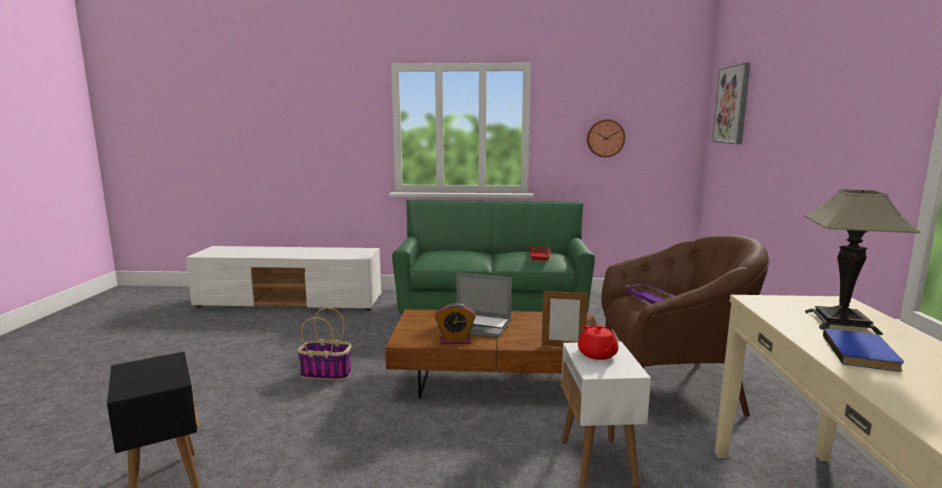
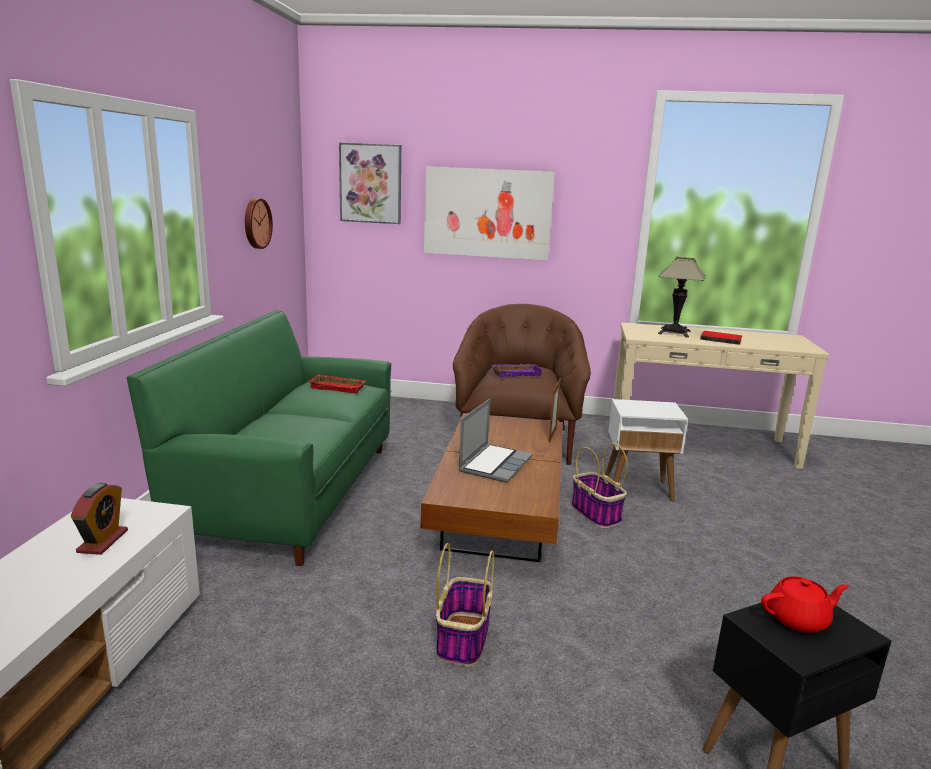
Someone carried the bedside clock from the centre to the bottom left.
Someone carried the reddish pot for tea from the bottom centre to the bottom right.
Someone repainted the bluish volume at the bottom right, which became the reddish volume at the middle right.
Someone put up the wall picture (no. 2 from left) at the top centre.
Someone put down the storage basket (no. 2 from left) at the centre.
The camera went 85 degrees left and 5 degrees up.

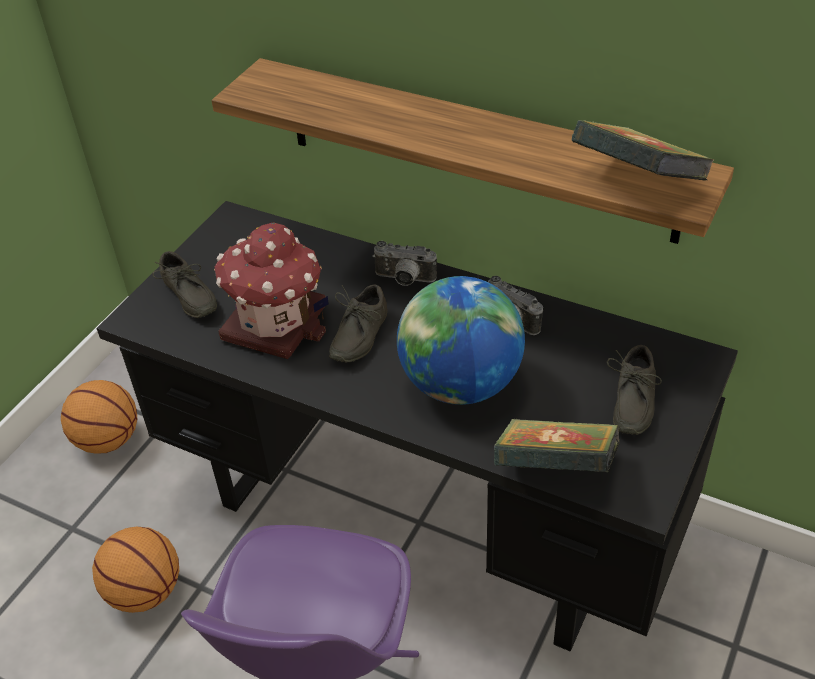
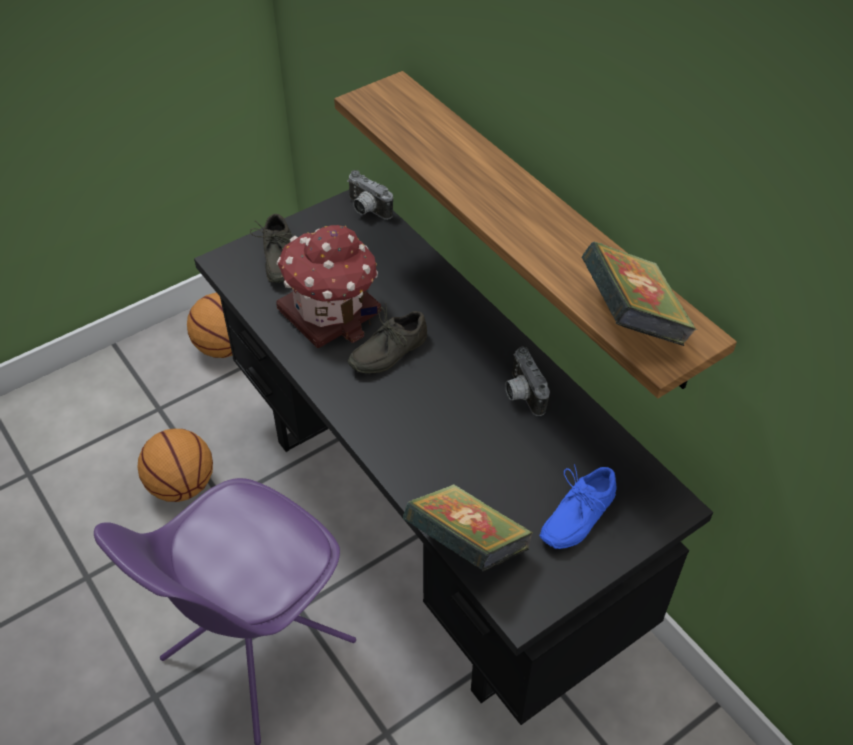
Someone carried the photo camera (no. 1 from left) from the centre to the top centre.
Someone took away the world globe at the centre.
Someone repainted the gray item of footwear (no. 3 from left) at the middle right, which became the bluish item of footwear at the bottom right.
The camera went 25 degrees right and 5 degrees up.

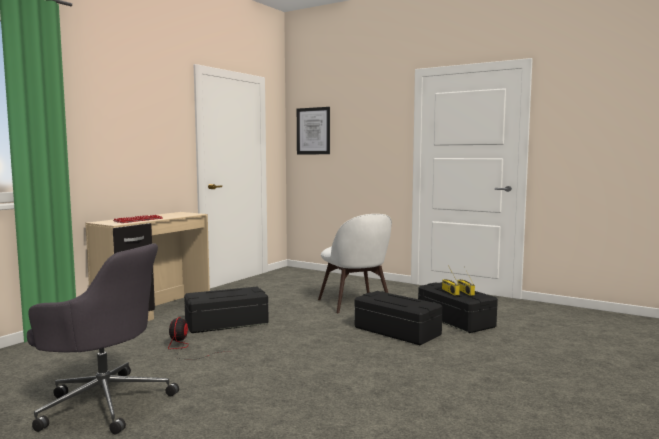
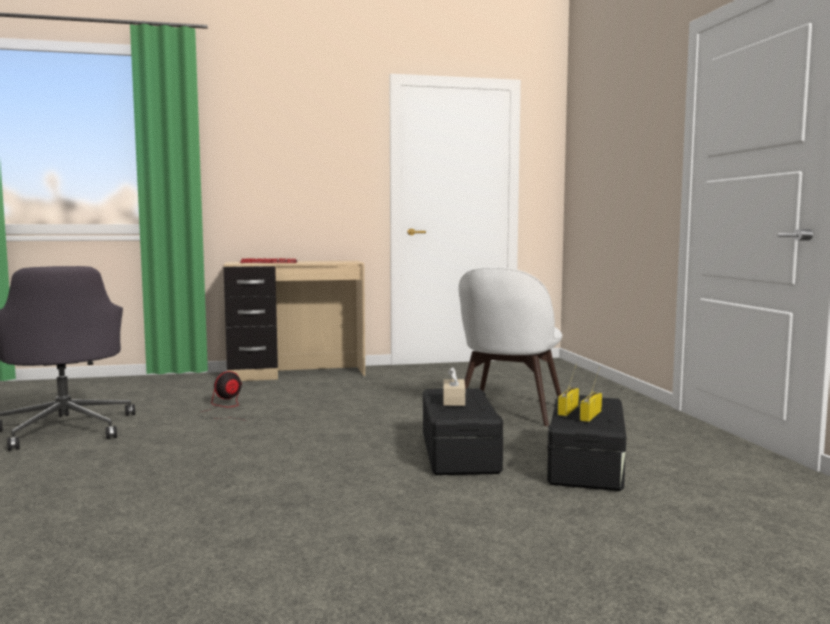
Someone took away the black storage bin (no. 1 from left) at the bottom centre.
Someone took away the wall picture at the top centre.
Someone put down the beige tissue box at the centre.
The camera went 45 degrees right and 0 degrees up.

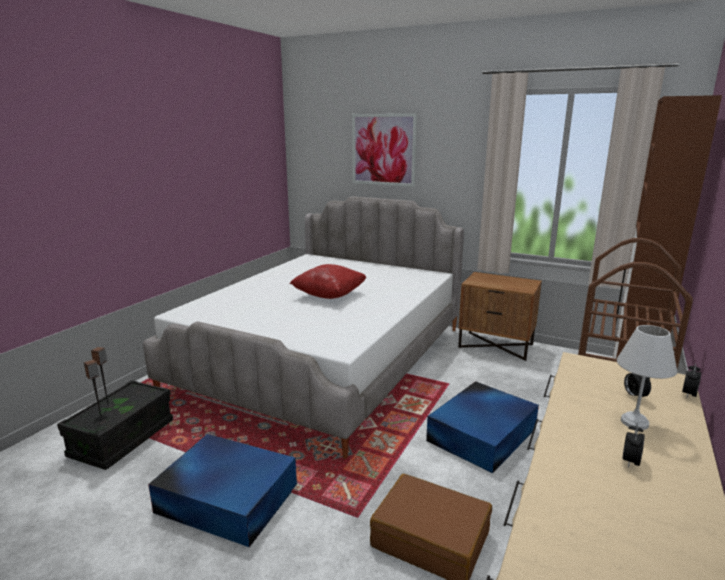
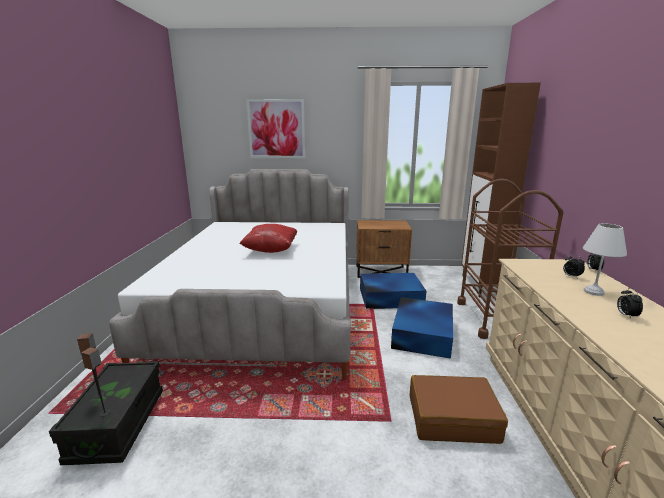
Someone carried the bluish storage bin (no. 1 from left) from the bottom left to the centre.
The camera went 25 degrees left and 0 degrees up.

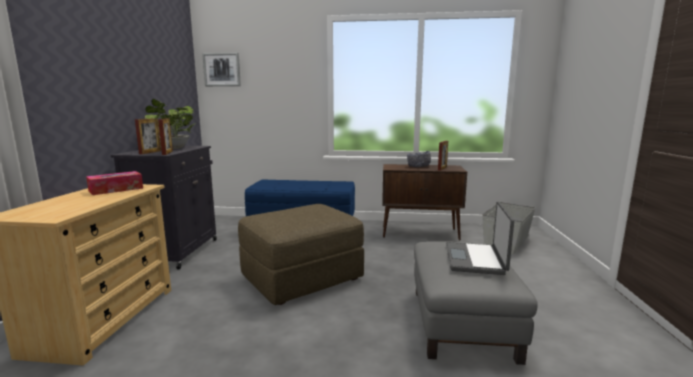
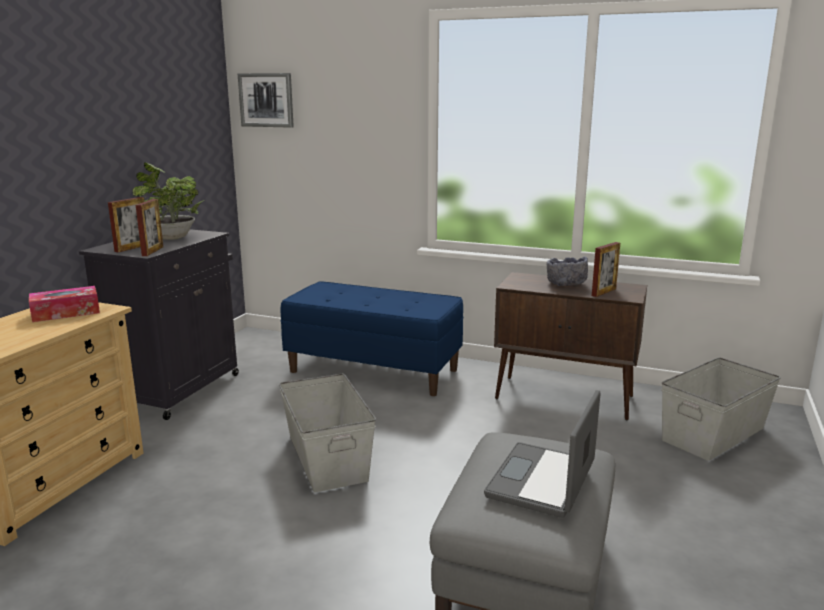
Someone swapped the brown-coloured pouffe at the bottom centre for the gray storage bin (no. 1 from left) at the bottom centre.
The camera went 15 degrees right and 5 degrees up.

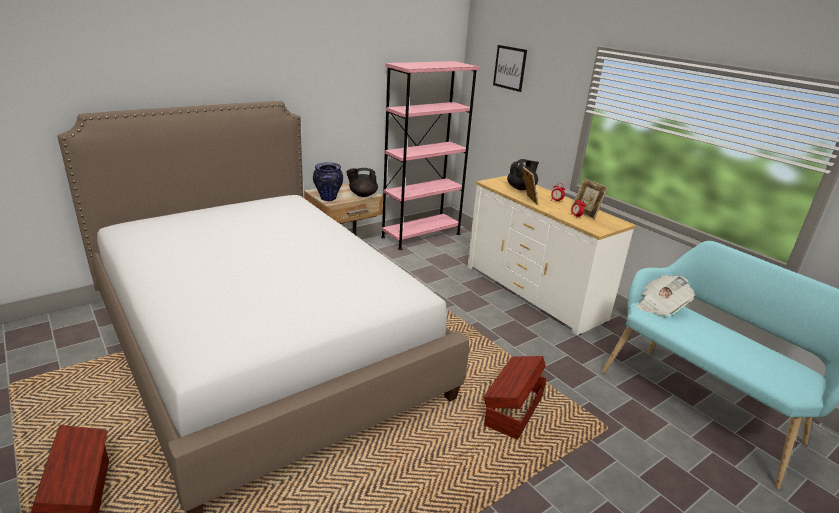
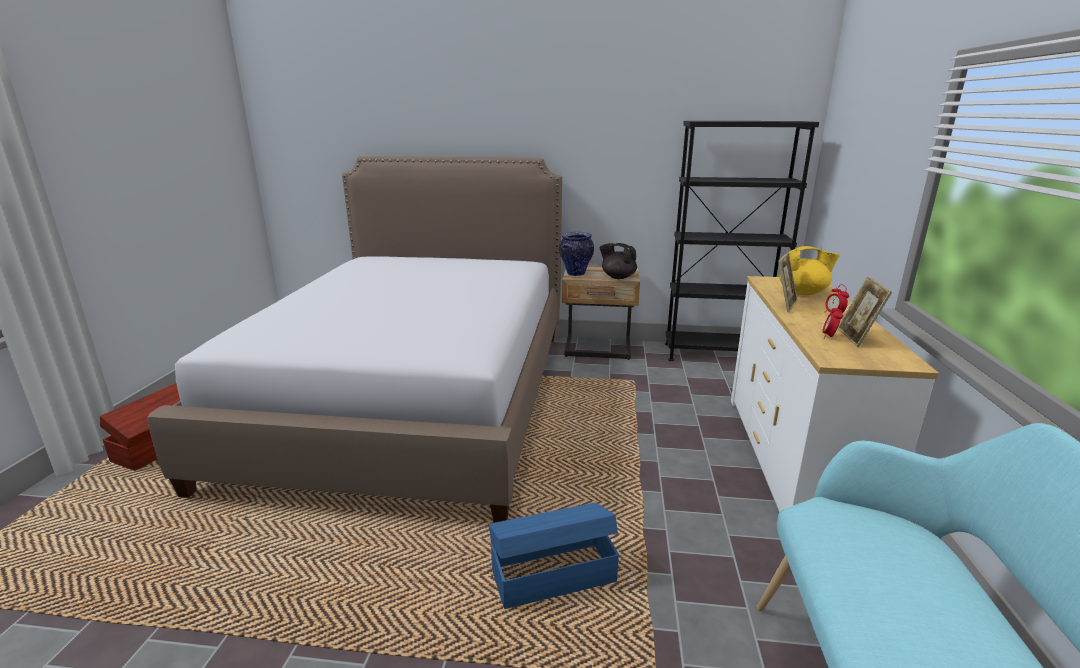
Someone repainted the pinkish shelving unit at the top centre, which became the black shelving unit at the middle right.
Someone repainted the brown-coloured storage bin (no. 2 from left) at the bottom centre, which became the bluish storage bin at the bottom centre.
Someone took away the wall picture at the top centre.
Someone repainted the black pot for tea (no. 2 from left) at the centre, which became the yellowish pot for tea at the middle right.
Someone took away the daily paper at the middle right.
The camera went 45 degrees right and 5 degrees down.

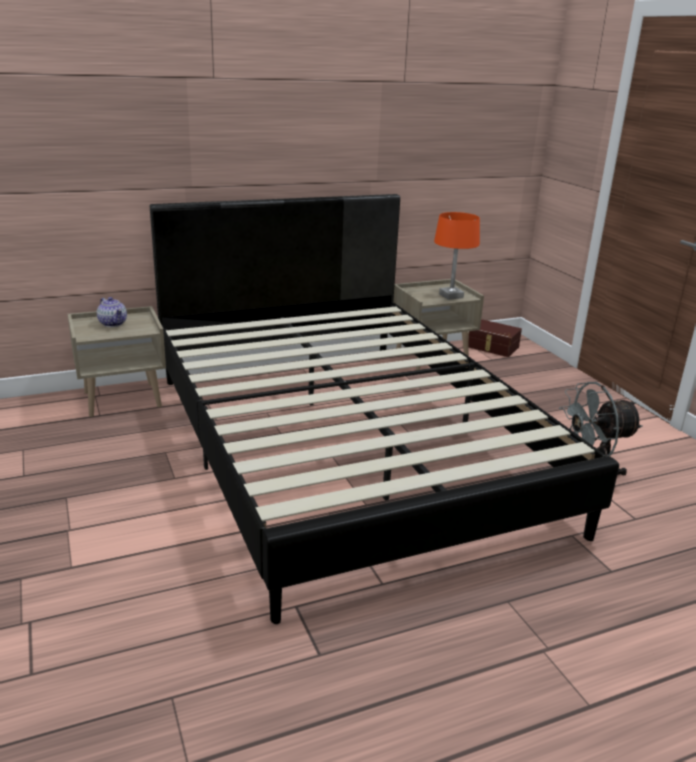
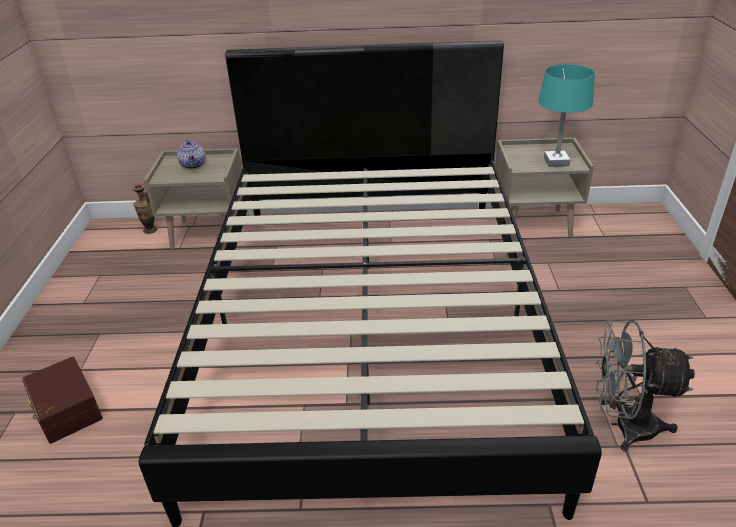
Someone repainted the orangey tabletop lamp at the centre, which became the turquoise-coloured tabletop lamp at the top right.
Someone carried the brown-coloured storage bin from the middle right to the bottom left.
Someone put down the vase at the middle left.
The camera went 25 degrees right and 10 degrees up.

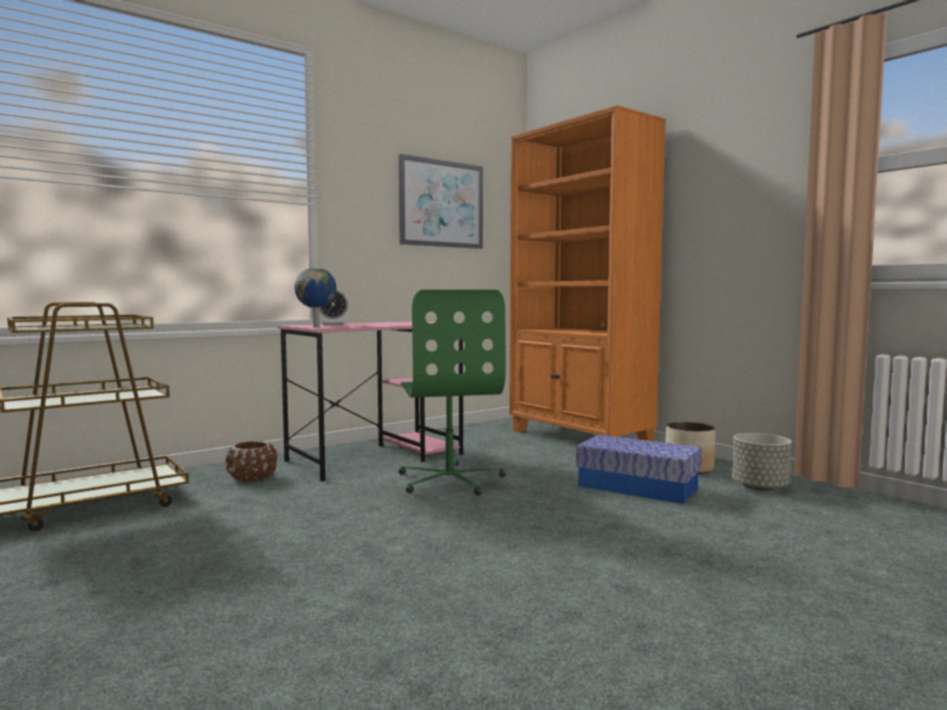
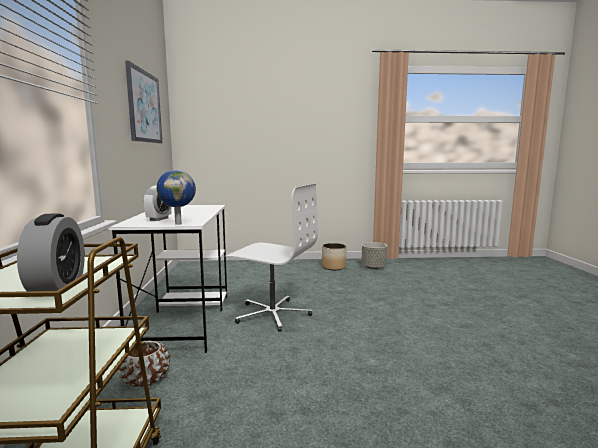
Someone repainted the pinkish desk at the centre, which became the white-coloured desk at the middle left.
Someone repainted the green-coloured office chair at the centre, which became the white-coloured office chair at the centre.
Someone took away the orangey shelving unit at the centre.
Someone took away the storage bin at the middle right.
Someone put down the bedside clock (no. 1 from left) at the middle left.
The camera went 55 degrees left and 5 degrees up.

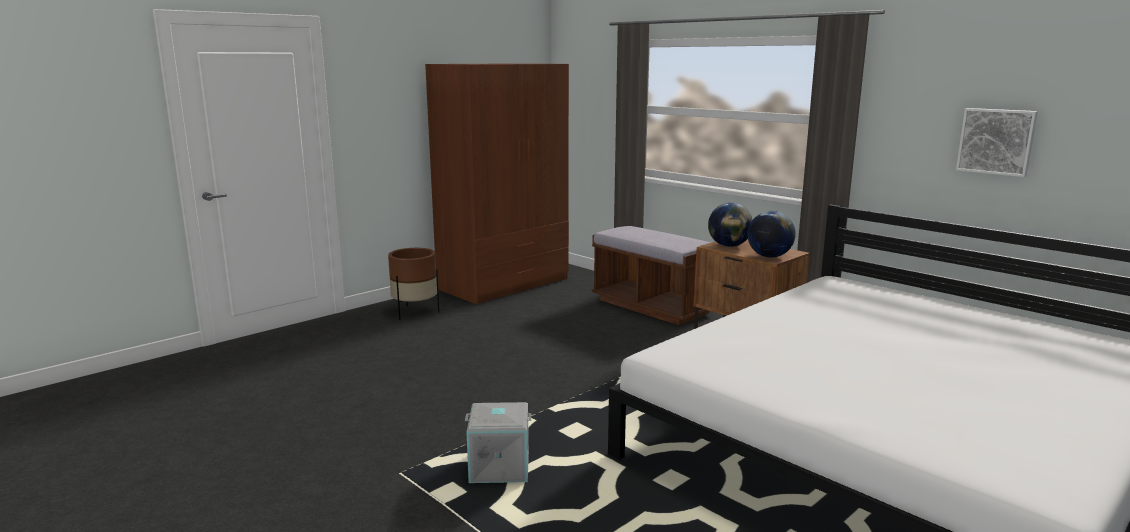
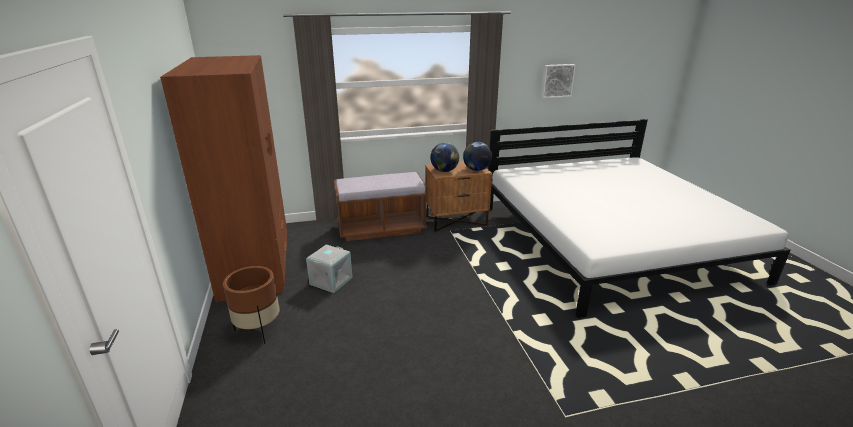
Someone carried the gray storage bin from the bottom centre to the centre.
The camera went 60 degrees left and 10 degrees up.

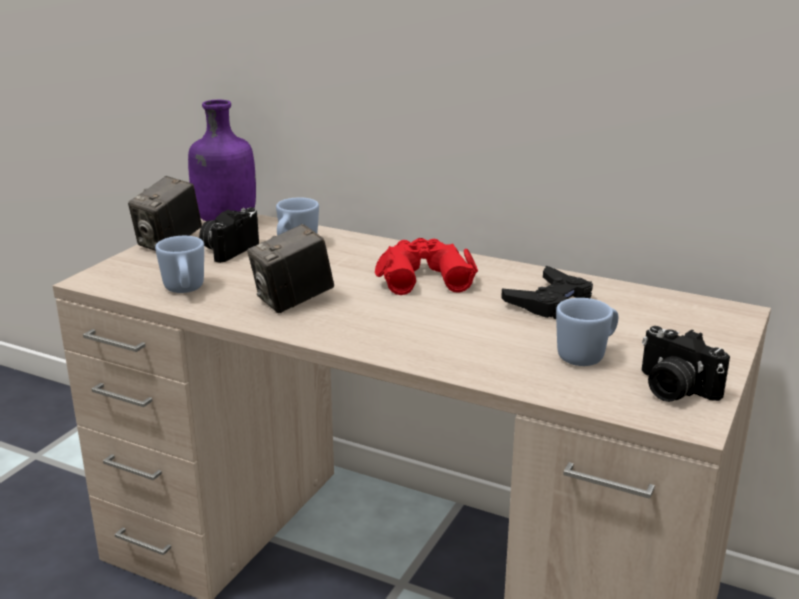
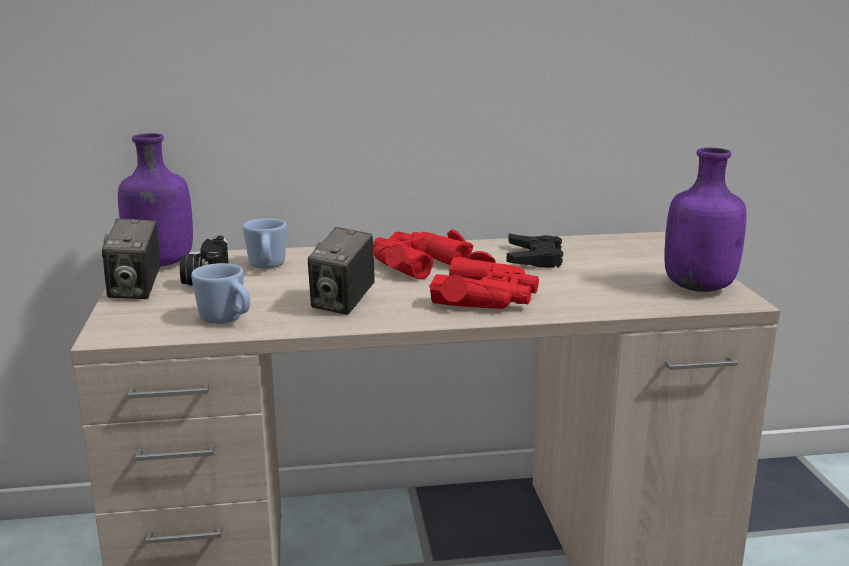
Someone took away the bluish coffee mug (no. 3 from left) at the middle right.
Someone swapped the photo camera (no. 4 from left) at the middle right for the purple beverage bottle (no. 2 from left) at the middle right.
Someone put down the reddish field glasses (no. 2 from left) at the centre.
The camera went 35 degrees left and 5 degrees down.

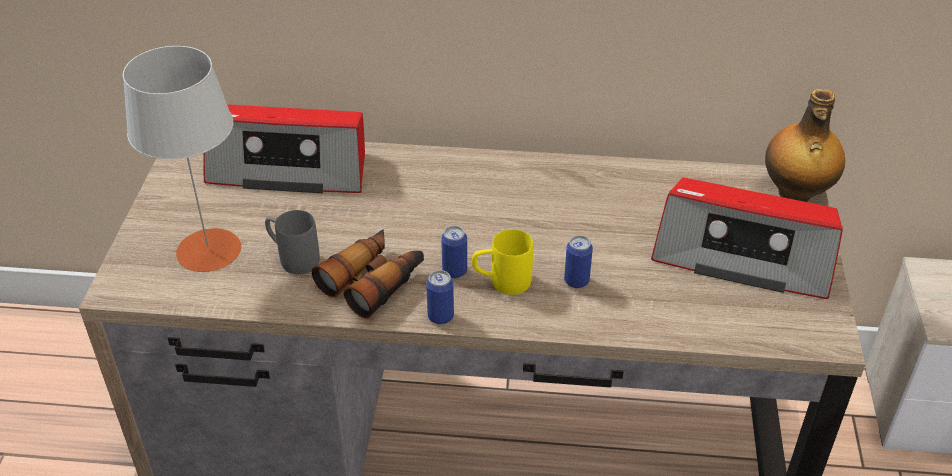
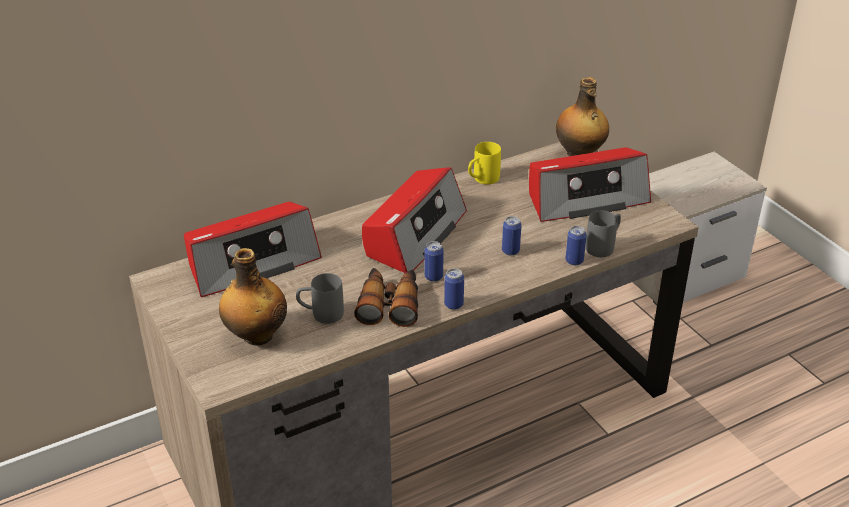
Someone swapped the gray tabletop lamp at the middle left for the beverage bottle (no. 1 from left) at the middle left.
Someone carried the yellowish coffee mug from the centre to the top centre.
Someone put down the radio (no. 2 from left) at the centre.
Someone put down the sealed can (no. 4 from left) at the middle right.
Someone put down the gray coffee mug (no. 2 from left) at the middle right.
The camera went 35 degrees left and 5 degrees down.

